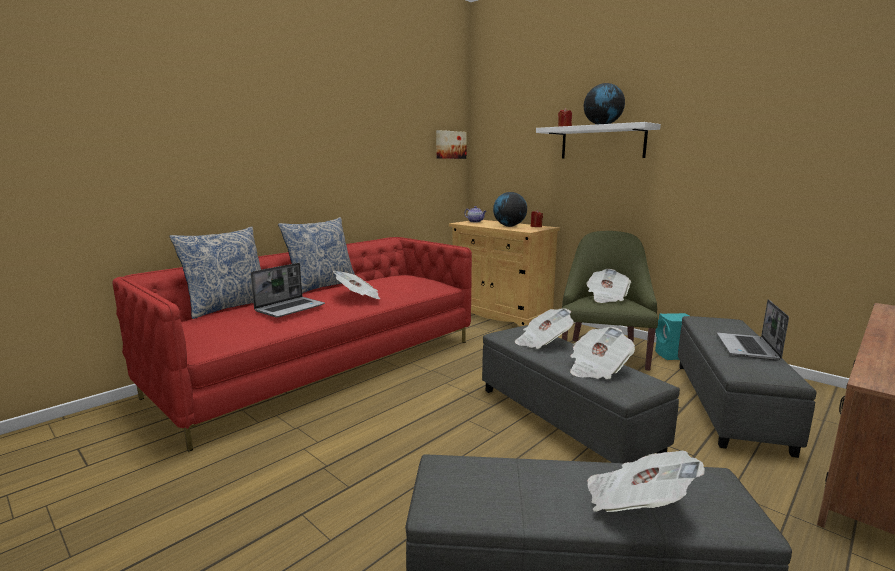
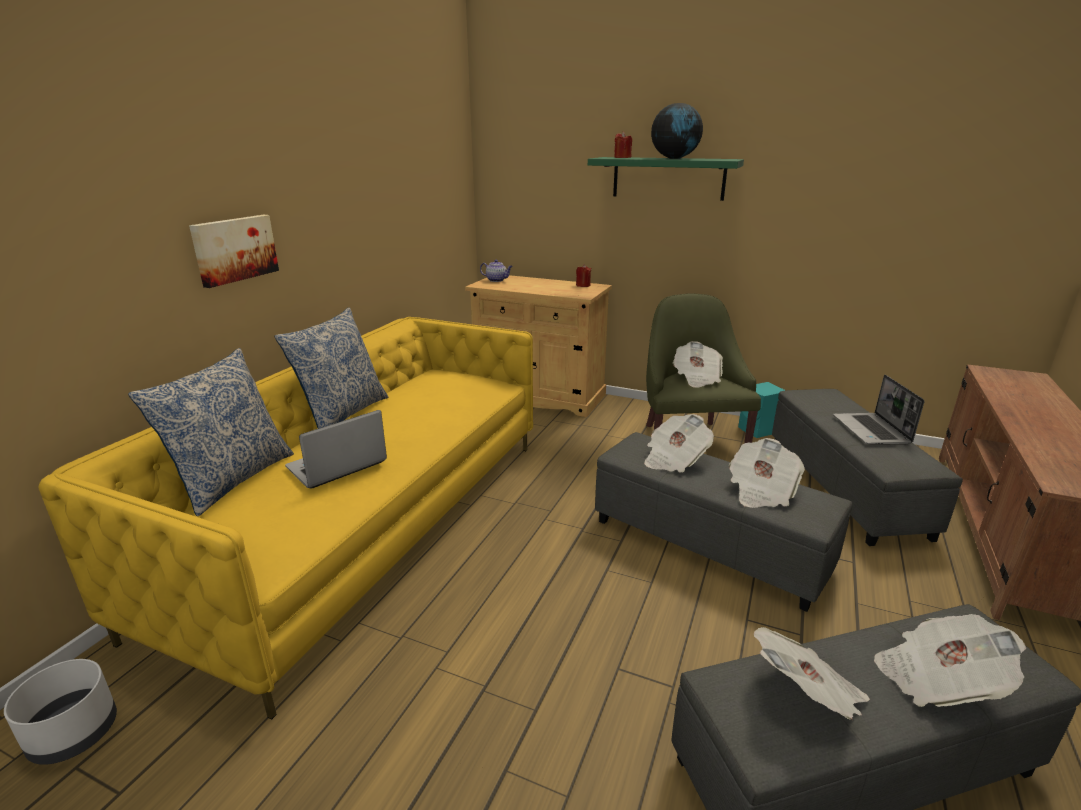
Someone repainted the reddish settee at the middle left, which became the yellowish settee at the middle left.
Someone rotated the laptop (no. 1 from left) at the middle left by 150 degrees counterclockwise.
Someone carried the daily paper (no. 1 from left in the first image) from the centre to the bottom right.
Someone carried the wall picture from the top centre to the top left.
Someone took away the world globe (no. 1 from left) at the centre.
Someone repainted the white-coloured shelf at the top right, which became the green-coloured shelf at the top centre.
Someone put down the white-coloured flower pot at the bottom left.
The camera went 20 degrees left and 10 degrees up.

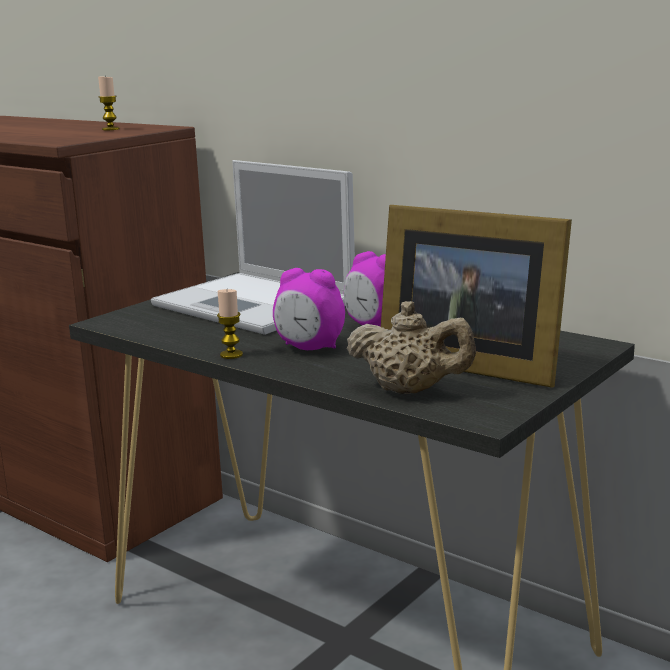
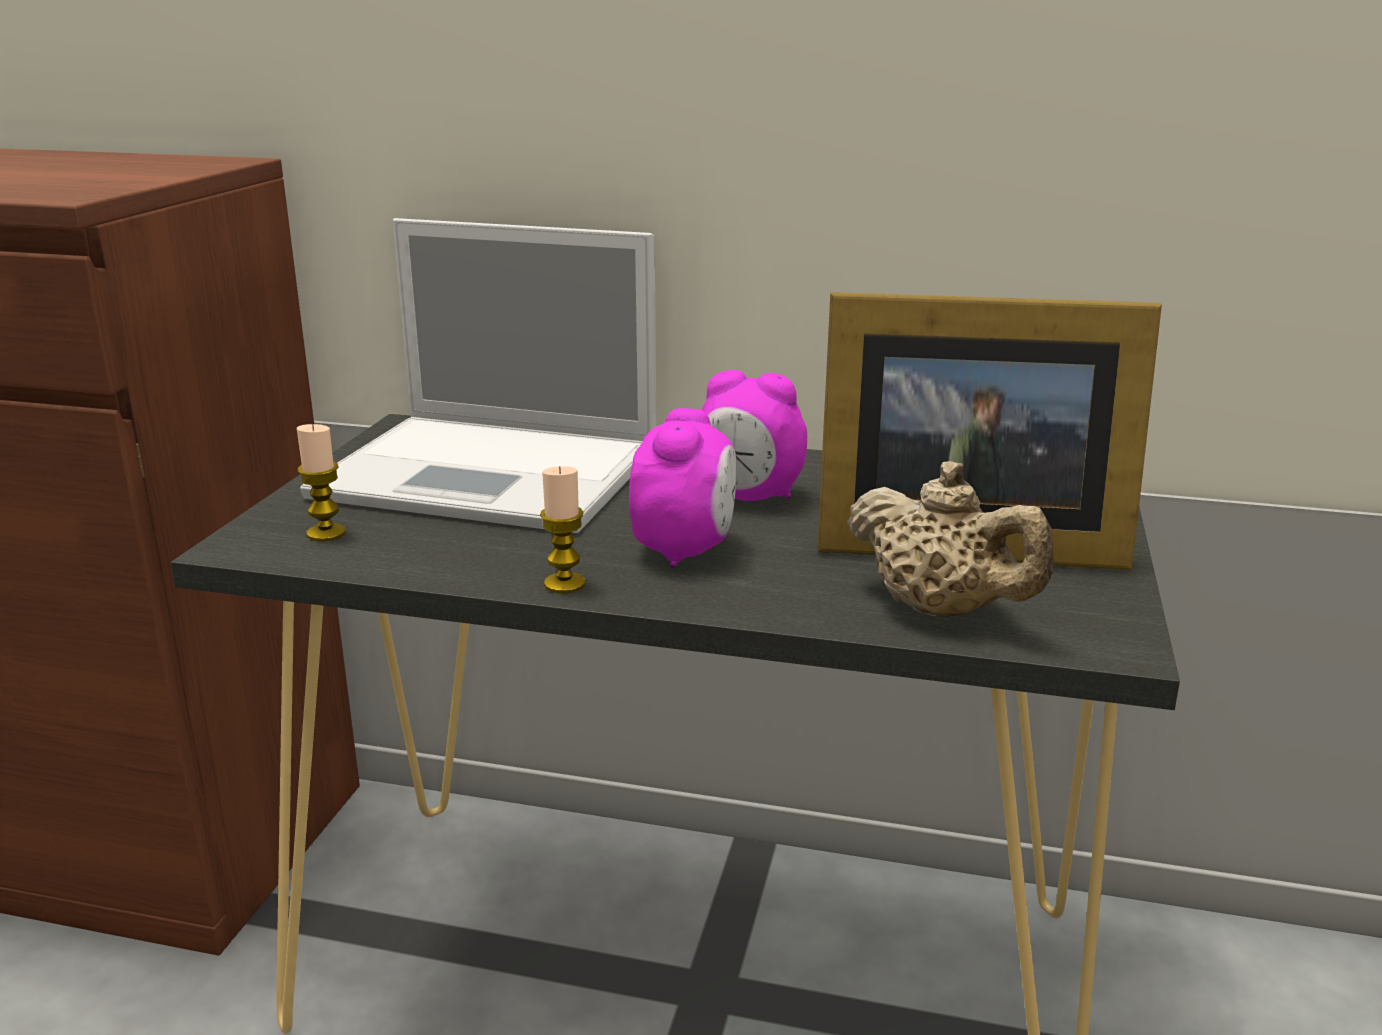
Someone carried the wax light (no. 1 from left) from the top left to the middle left.
Someone rotated the bedside clock (no. 1 from left) at the centre by 75 degrees counterclockwise.
Someone rotated the beige pot for tea at the centre by 45 degrees clockwise.
The camera went 25 degrees left and 5 degrees up.

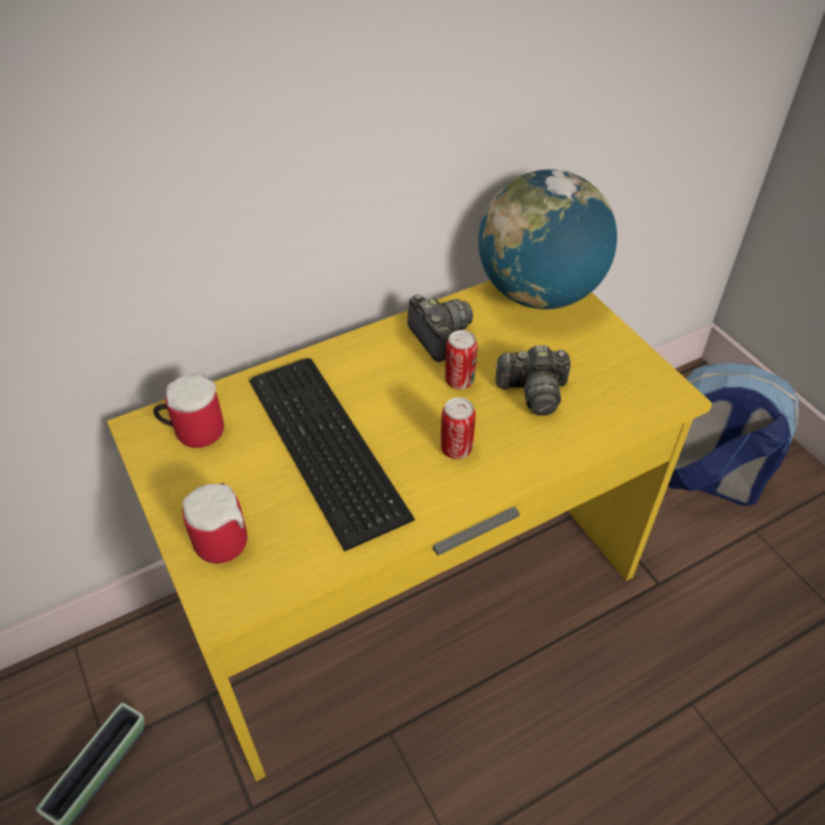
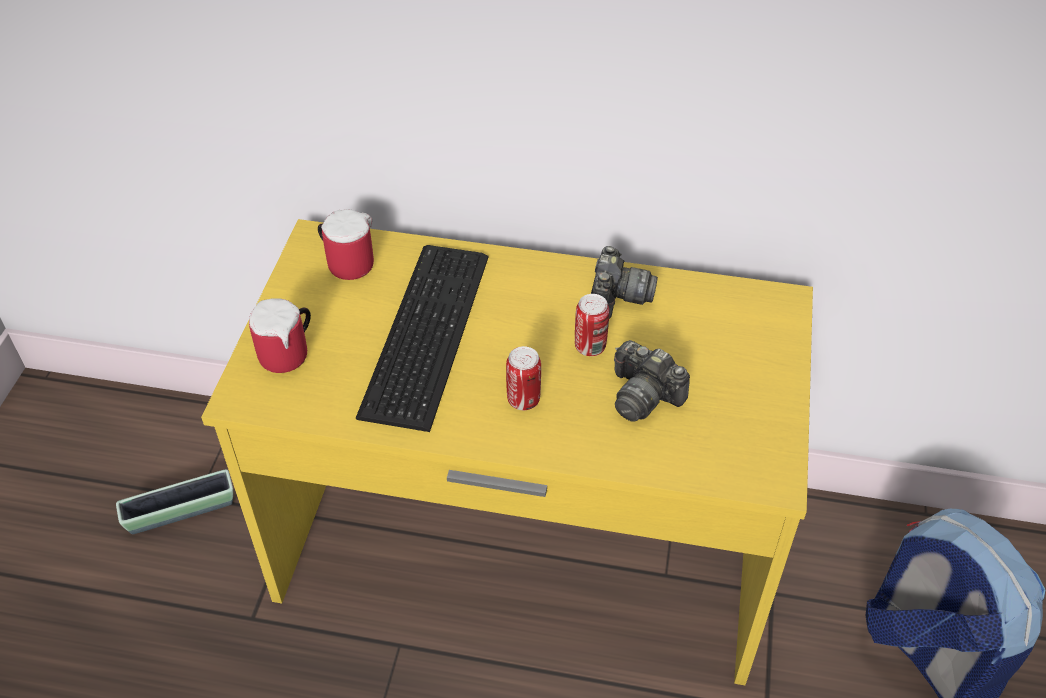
Someone took away the world globe at the top centre.
The camera went 40 degrees right and 0 degrees up.

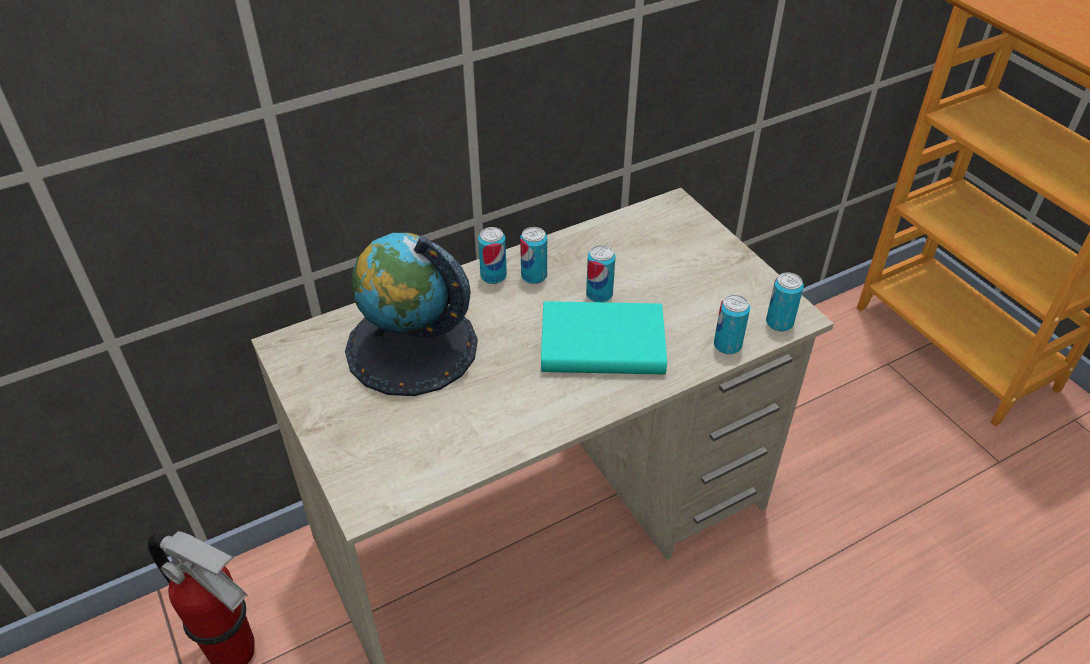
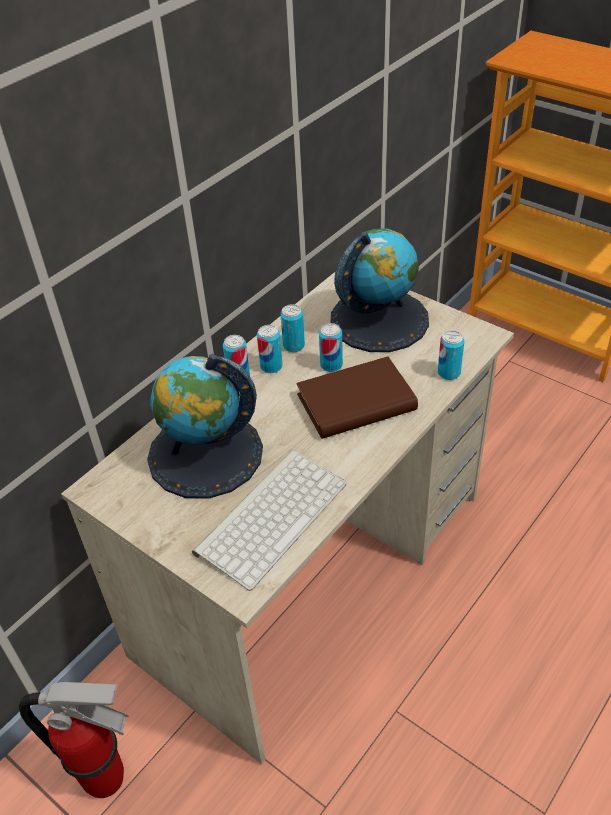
Someone repainted the turquoise-coloured volume at the centre, which became the brown-coloured volume at the centre.
Someone carried the sealed can (no. 5 from left in the first image) from the middle right to the centre.
Someone put down the computer keyboard at the centre.
Someone put down the world globe (no. 2 from left) at the centre.
The camera went 20 degrees left and 0 degrees up.

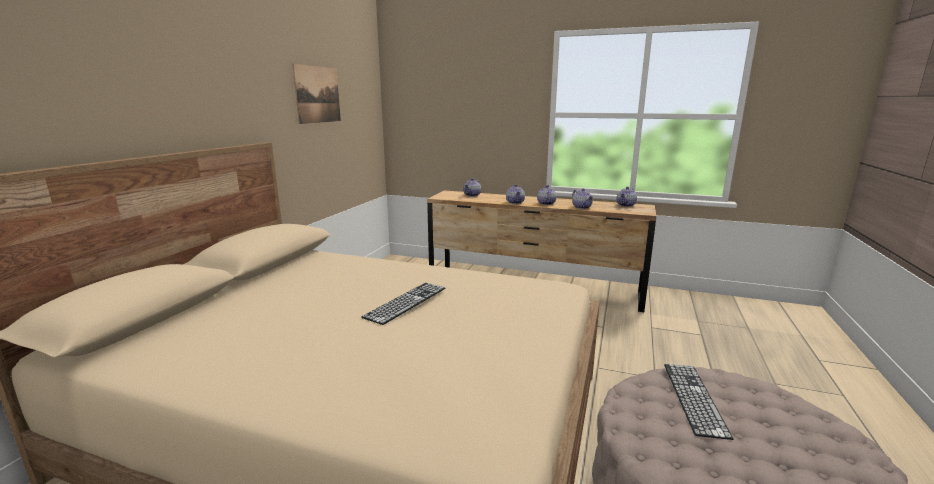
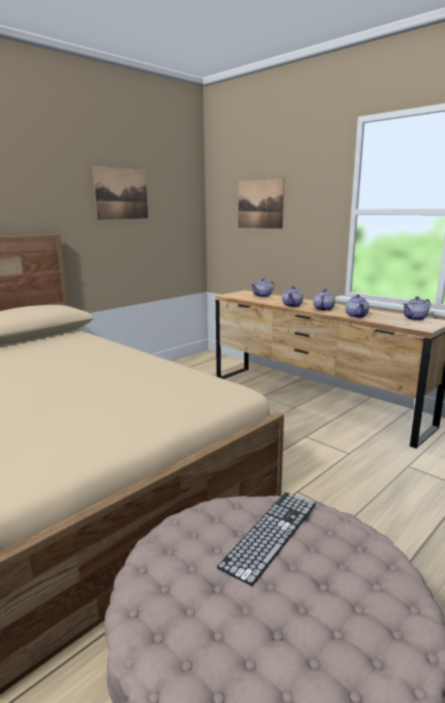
Someone took away the computer keyboard (no. 1 from left) at the centre.
Someone put up the wall picture (no. 2 from left) at the top centre.
The camera went 25 degrees right and 0 degrees up.

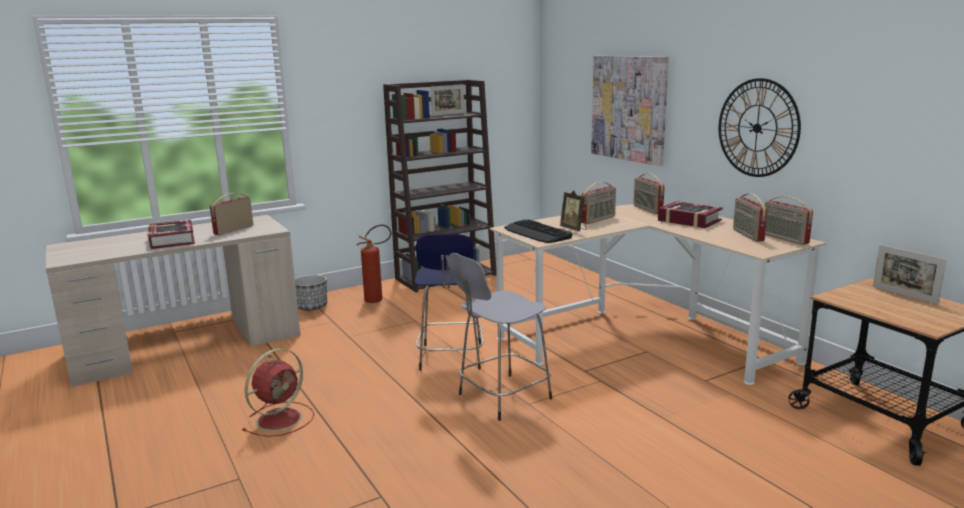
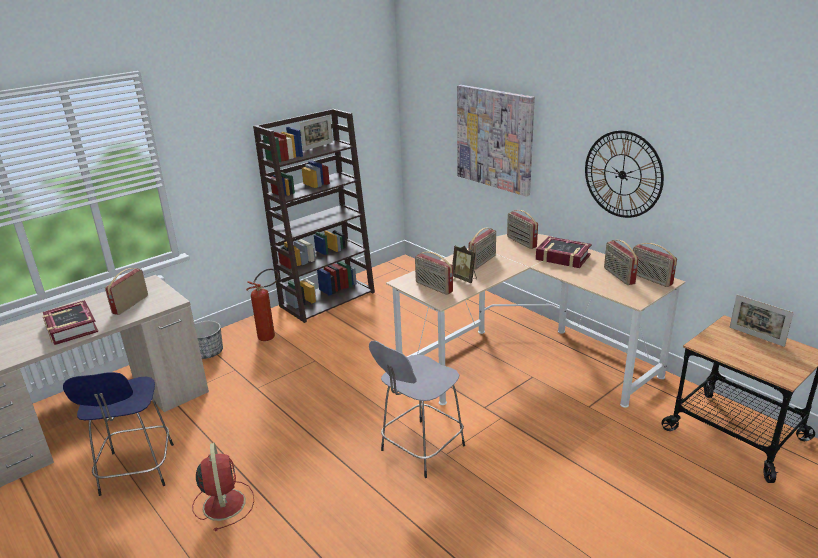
Someone rotated the reddish electric fan at the bottom left by 45 degrees counterclockwise.
Someone carried the bluish stool from the centre to the bottom left.
Someone swapped the computer keyboard at the centre for the radio (no. 2 from left) at the centre.
The camera went 10 degrees left and 10 degrees up.

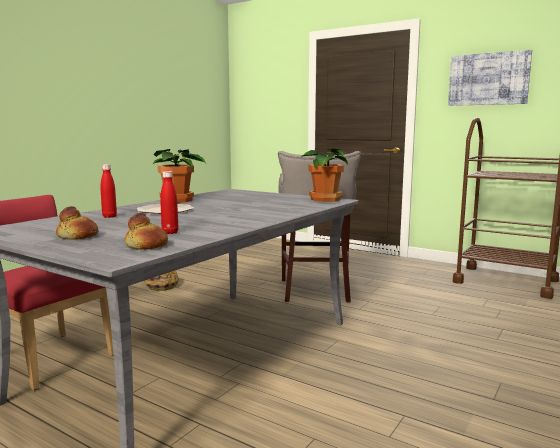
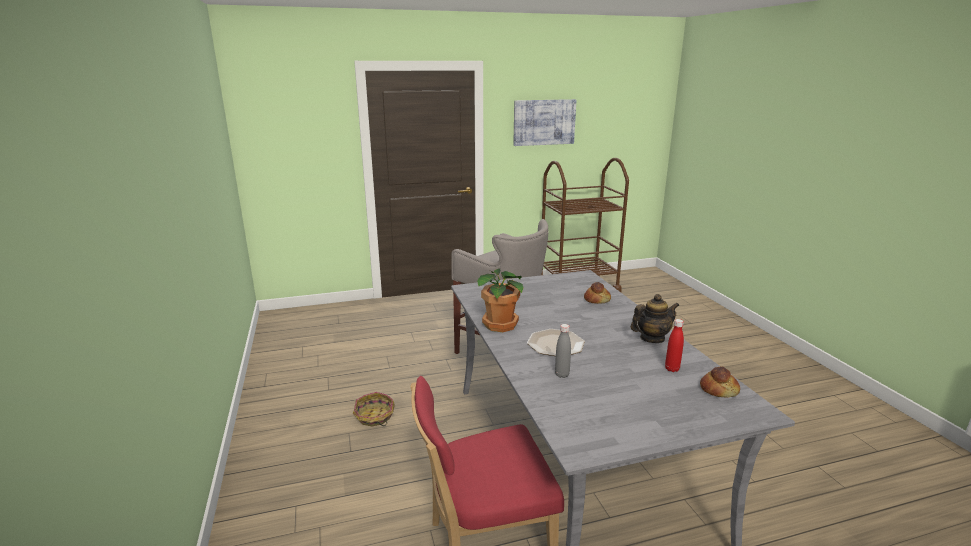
Someone carried the bread (no. 1 from left) from the middle left to the centre.
Someone repainted the reddish beverage bottle (no. 1 from left) at the middle left, which became the gray beverage bottle at the centre.
Someone took away the plant in a pot (no. 2 from left) at the centre.
Someone put down the pot for tea at the middle right.
The camera went 50 degrees left and 10 degrees up.

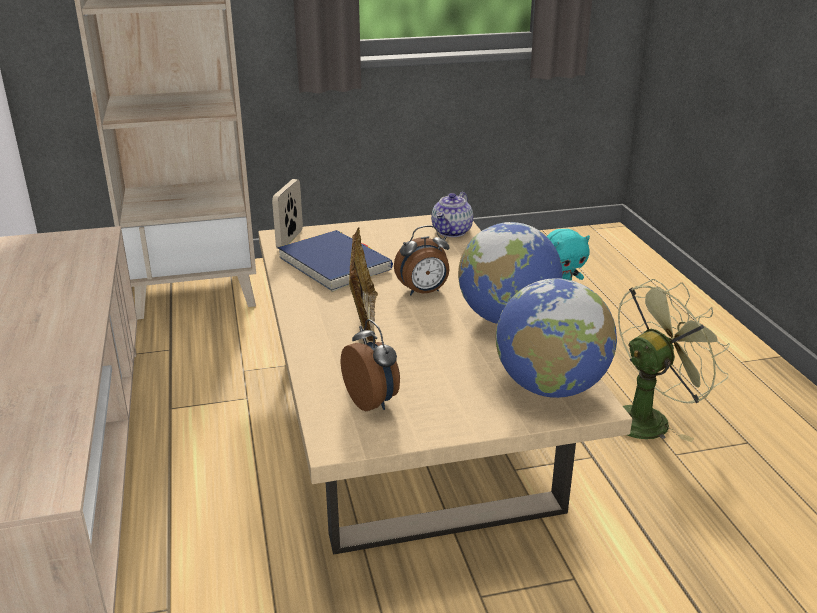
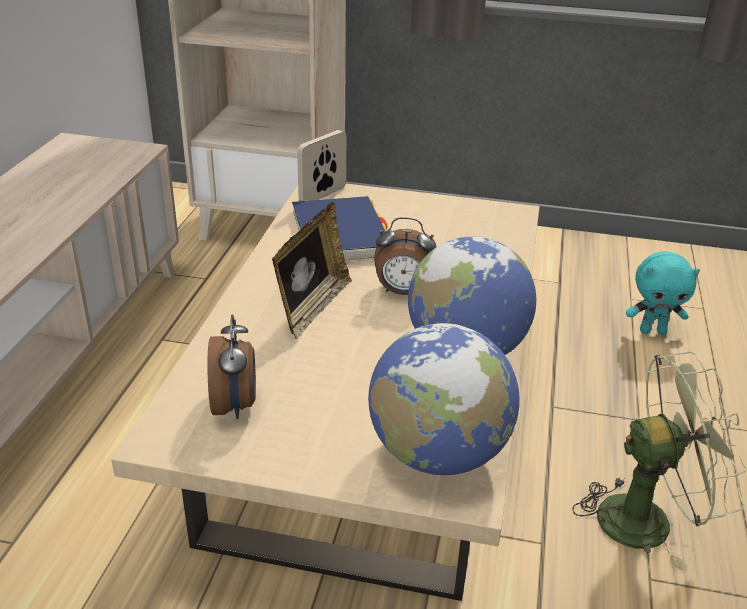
Someone took away the pot for tea at the centre.
The camera went 25 degrees right and 5 degrees up.

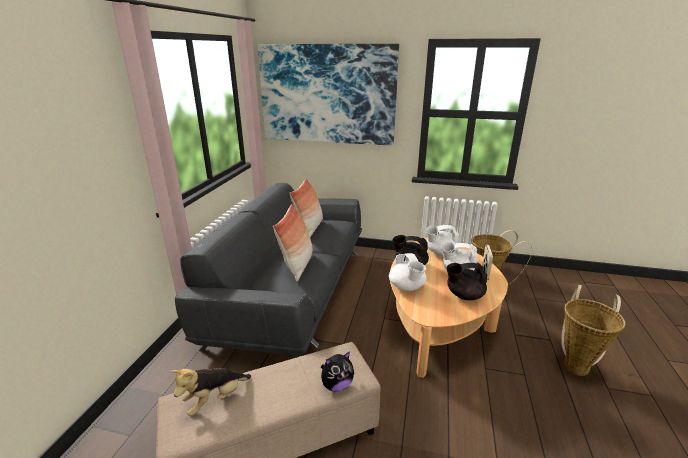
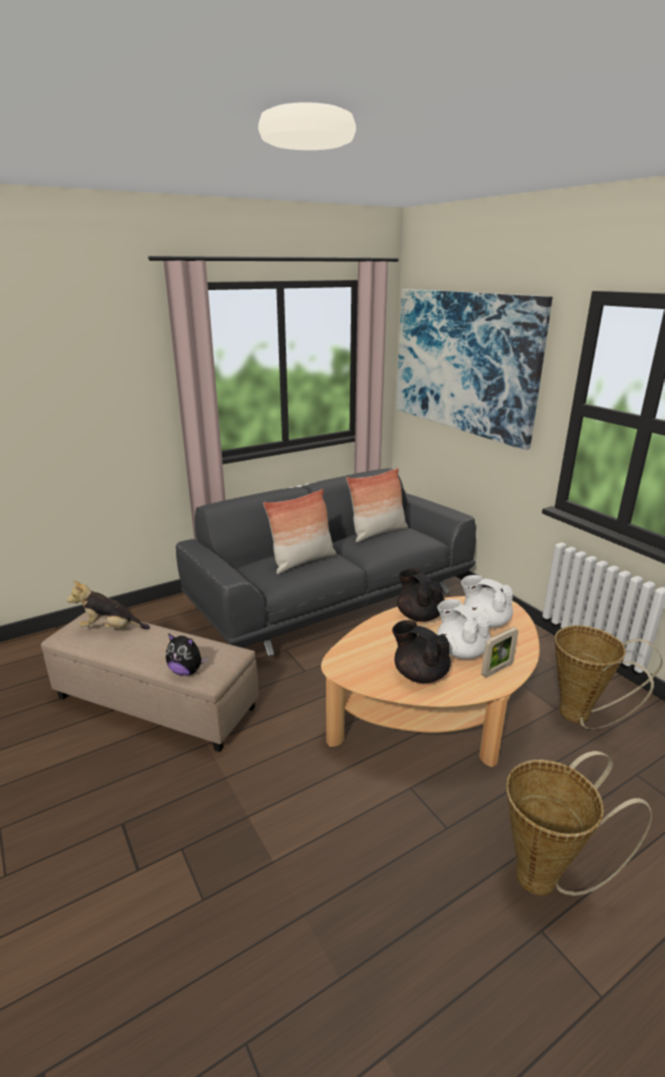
Someone took away the white-coloured pot for tea (no. 1 from left) at the centre.
The camera went 45 degrees right and 0 degrees up.

